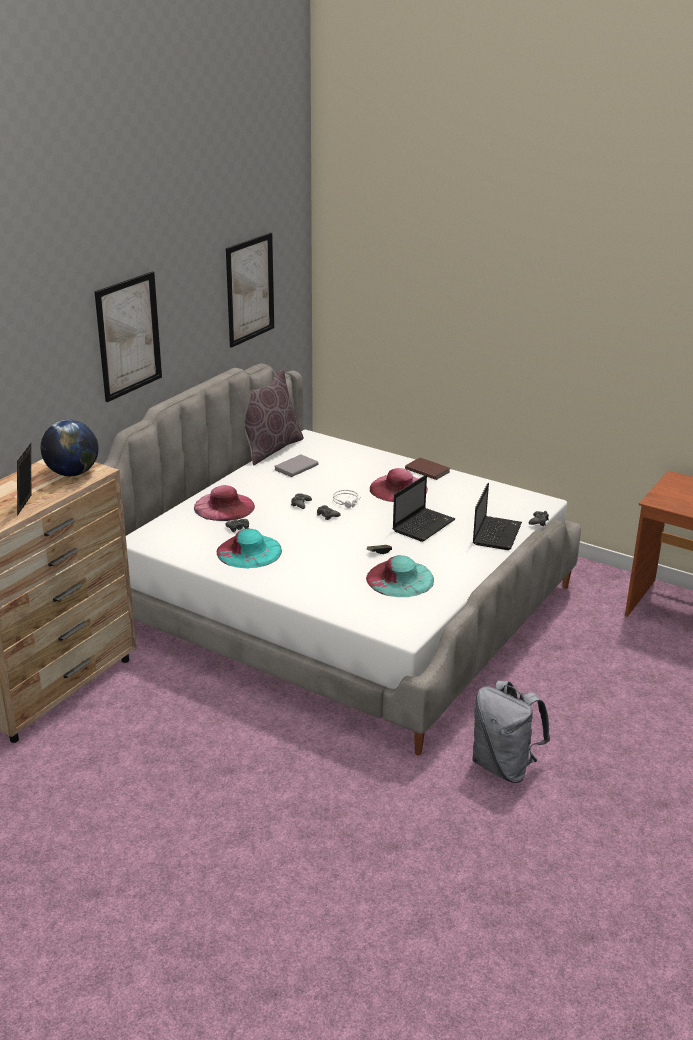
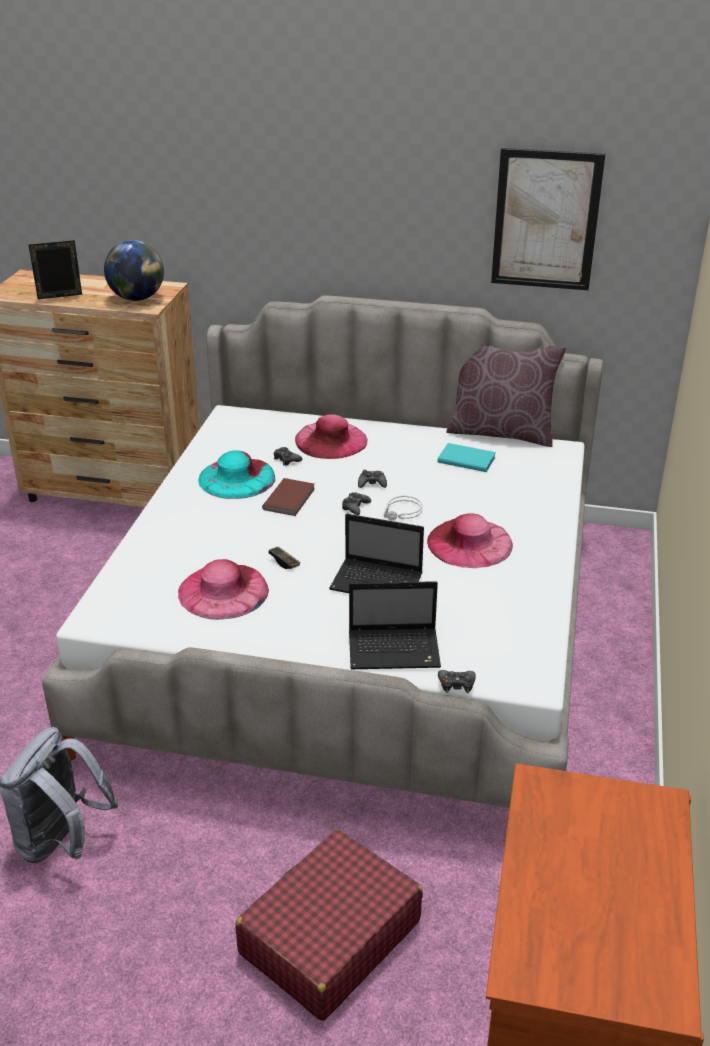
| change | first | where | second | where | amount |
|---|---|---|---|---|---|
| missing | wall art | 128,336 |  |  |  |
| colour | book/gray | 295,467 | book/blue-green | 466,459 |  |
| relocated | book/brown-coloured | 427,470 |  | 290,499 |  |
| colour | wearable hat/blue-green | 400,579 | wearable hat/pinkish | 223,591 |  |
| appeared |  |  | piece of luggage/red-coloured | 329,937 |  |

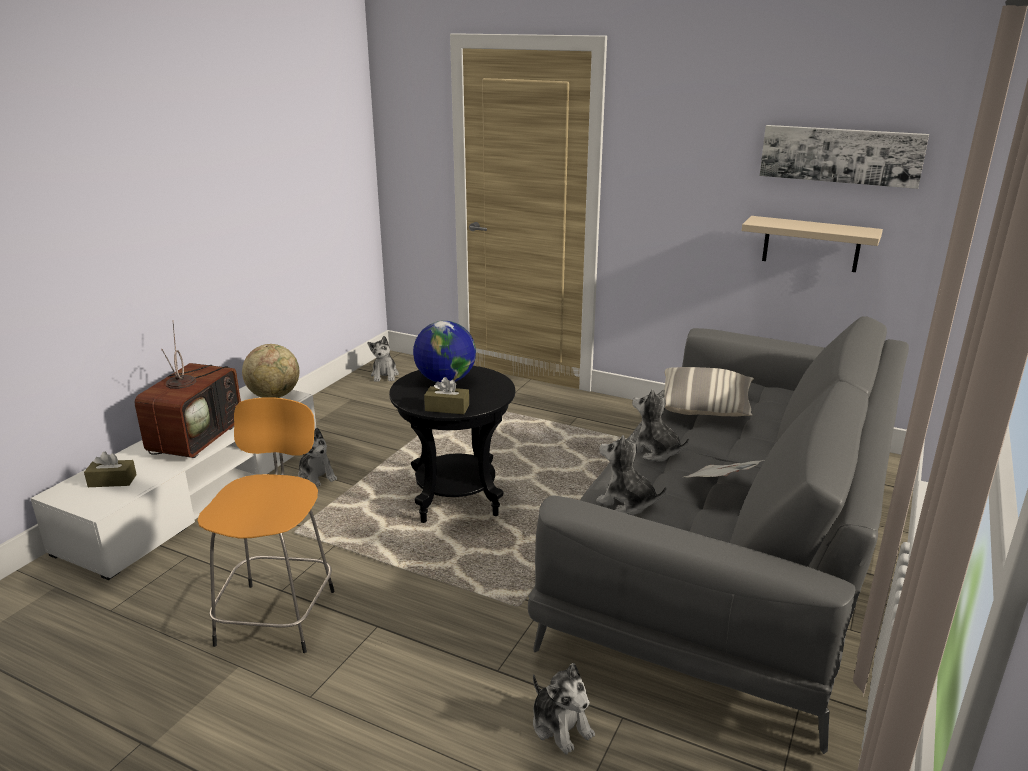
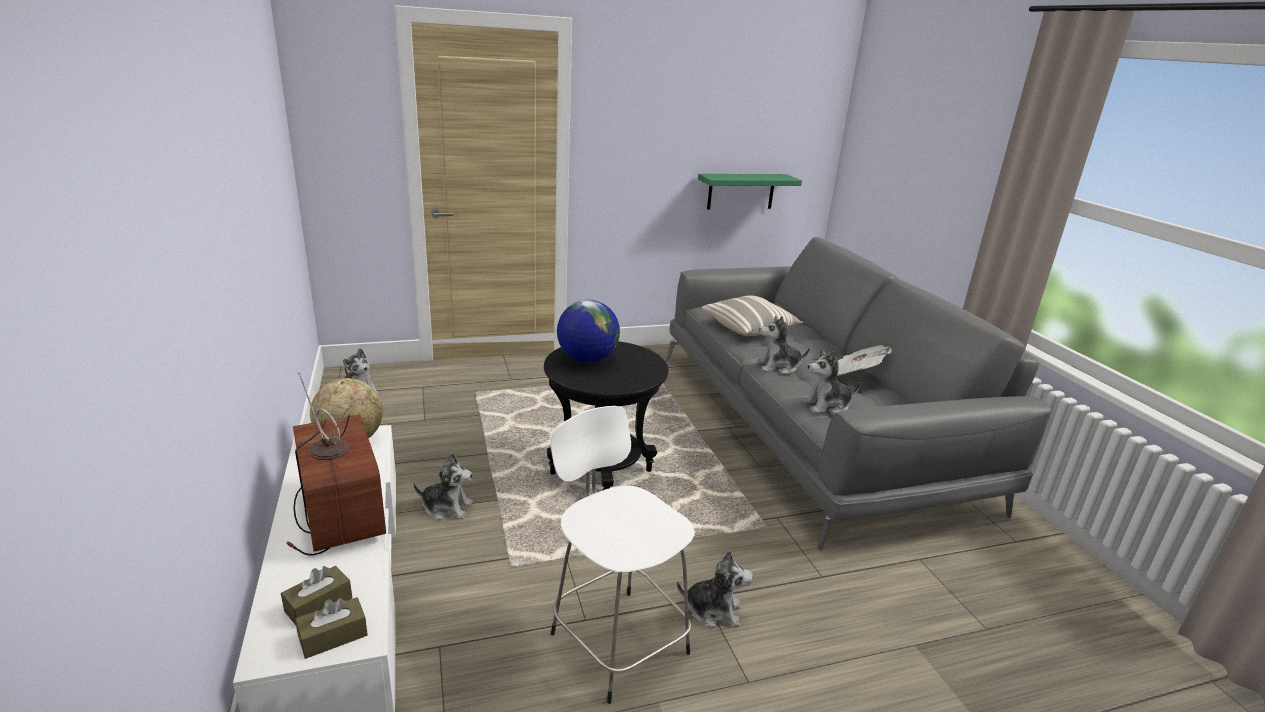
| change | first | where | second | where | amount |
|---|---|---|---|---|---|
| missing | wall art | 840,155 |  |  |  |
| colour | wall shelf/sand-coloured | 811,244 | wall shelf/green | 741,191 |  |
| relocated | tissue box/brown-coloured | 447,408 |  | 333,636 |  |
| colour | stool seat/orange | 278,614 | stool seat/white | 616,639 |  |
| relocated | plush toy | 561,726 |  | 713,610 |  |

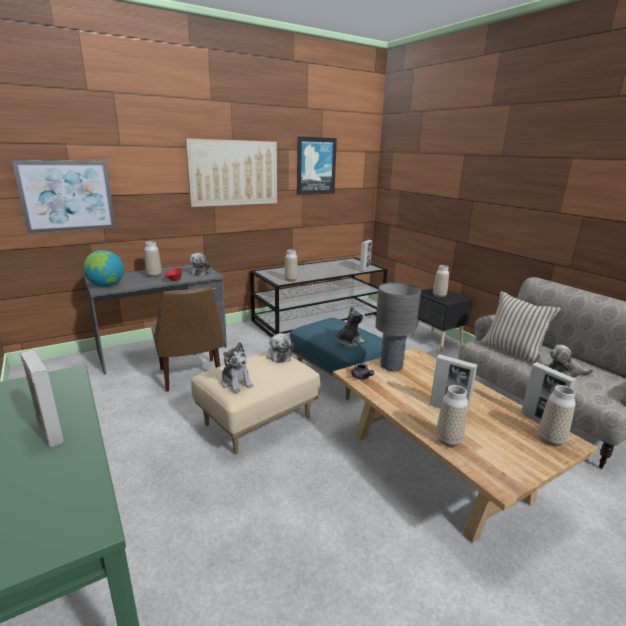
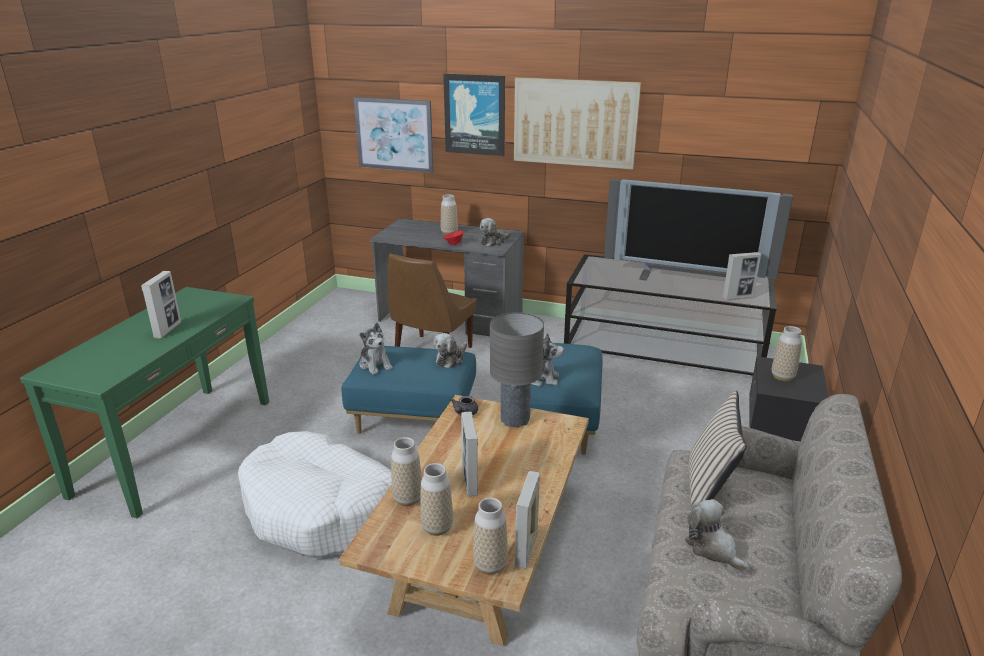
| change | first | where | second | where | amount |
|---|---|---|---|---|---|
| relocated | wall art | 315,166 |  | 475,114 |  |
| missing | desk globe | 106,286 |  |  |  |
| relocated | vase | 291,280 |  | 437,527 |  |
| spun | plush toy | 236,383 |  | 375,365 | 45 degrees counterclockwise |
| colour | footrest/sand-coloured | 258,420 | footrest/blue | 414,419 |  |
| appeared |  |  | television | 687,279 |  |
| appeared |  |  | pet bed/white | 322,509 |  |

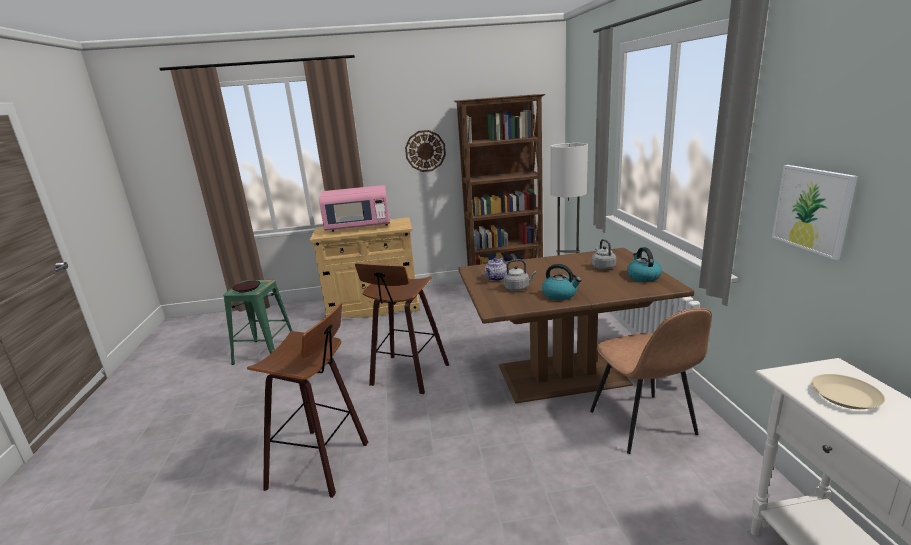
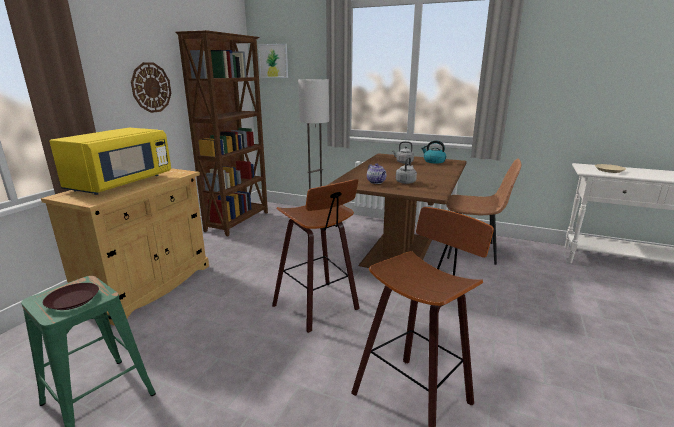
| change | first | where | second | where | amount |
|---|---|---|---|---|---|
| relocated | wall art | 812,209 |  | 273,61 |  |
| colour | kitchen microwave/pinkish | 358,227 | kitchen microwave/yellow | 120,184 |  |
| missing | water kettle | 560,295 |  |  |  |

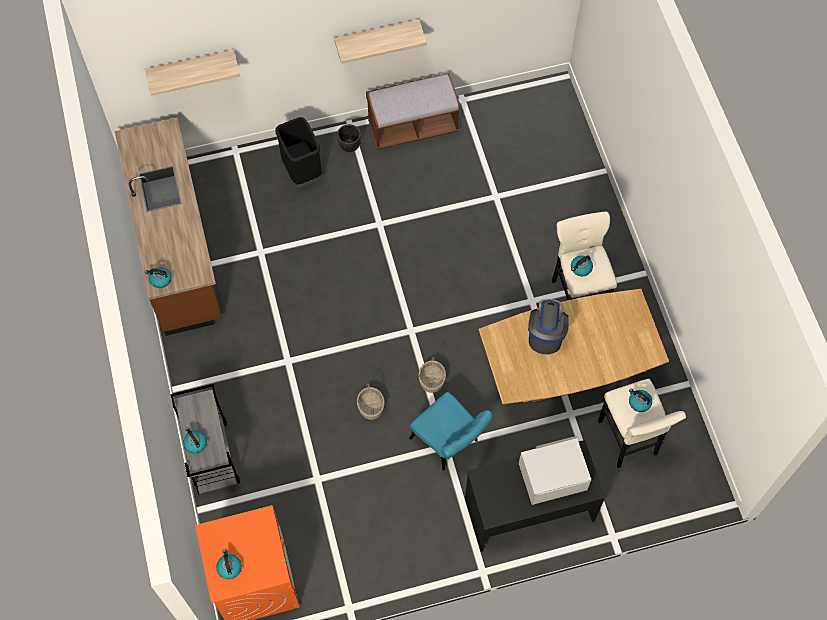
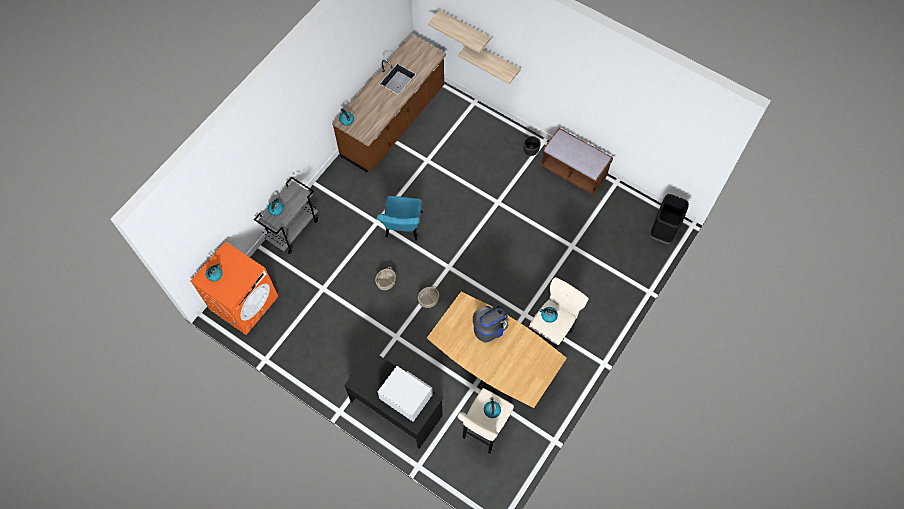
| change | first | where | second | where | amount |
|---|---|---|---|---|---|
| relocated | wall shelf | 376,36 |  | 494,59 |  |
| relocated | waste bin/black | 302,172 |  | 662,231 |  |
| relocated | plain chair/blue-green | 449,443 |  | 403,229 |  |

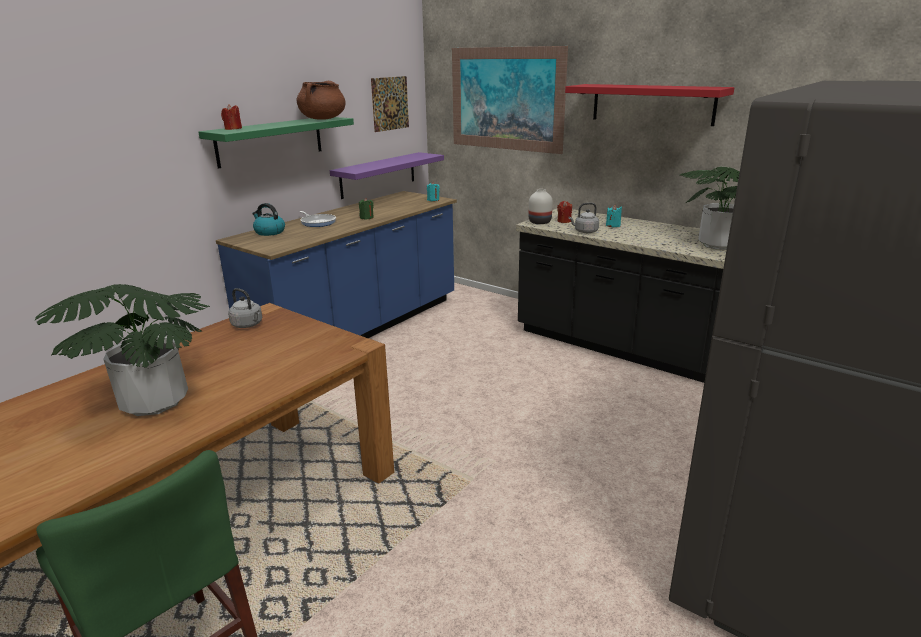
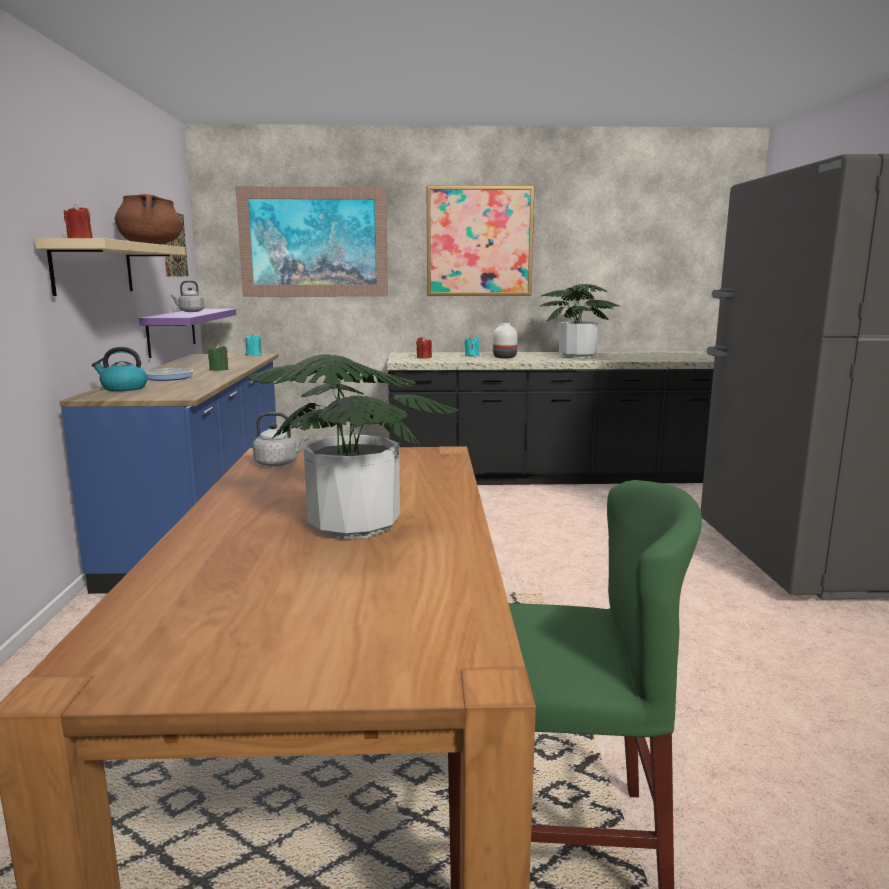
| change | first | where | second | where | amount |
|---|---|---|---|---|---|
| exchanged | wall shelf/red-coloured | 652,104 | wall art | 479,242 |  |
| colour | wall shelf/green | 270,141 | wall shelf/sand-coloured | 93,268 |  |
| relocated | vase/white | 540,222 |  | 505,357 |  |
| relocated | water kettle/gray | 584,232 |  | 190,311 |  |

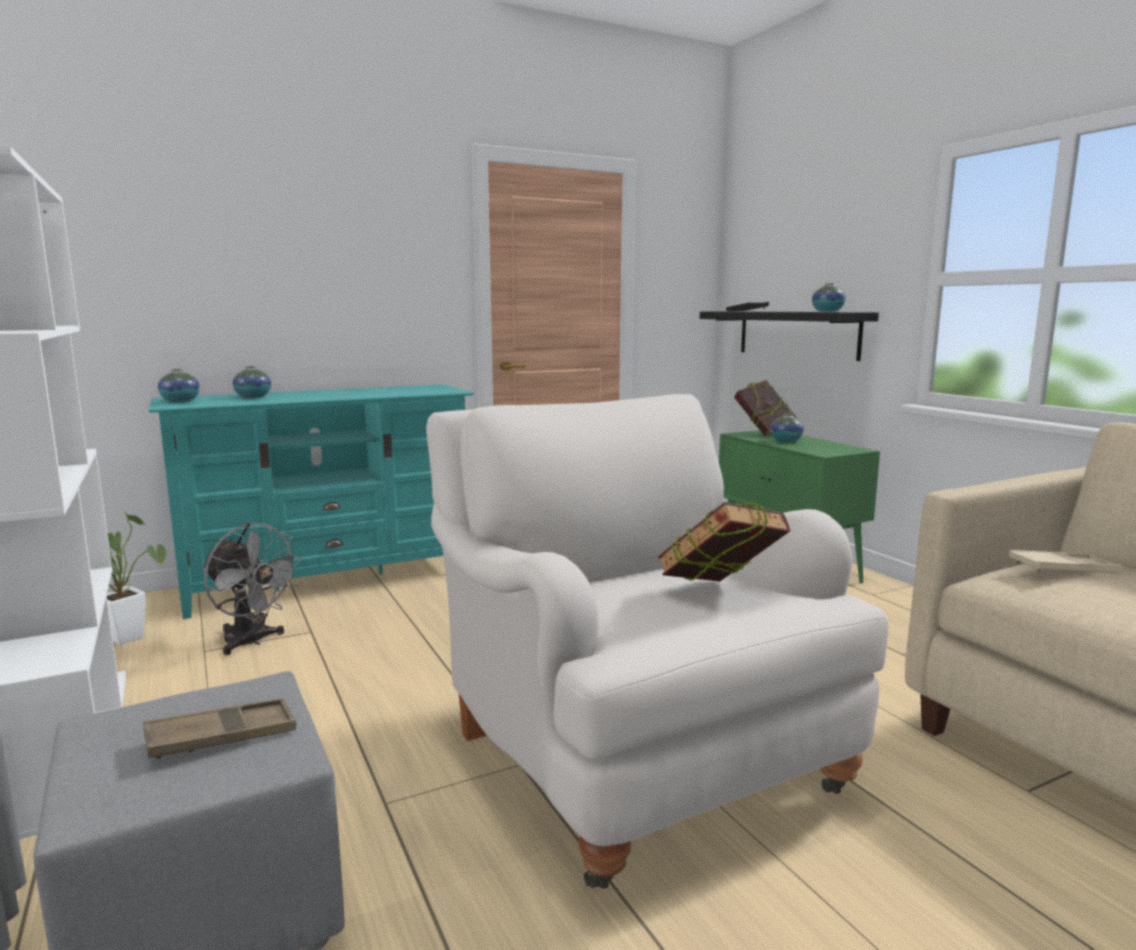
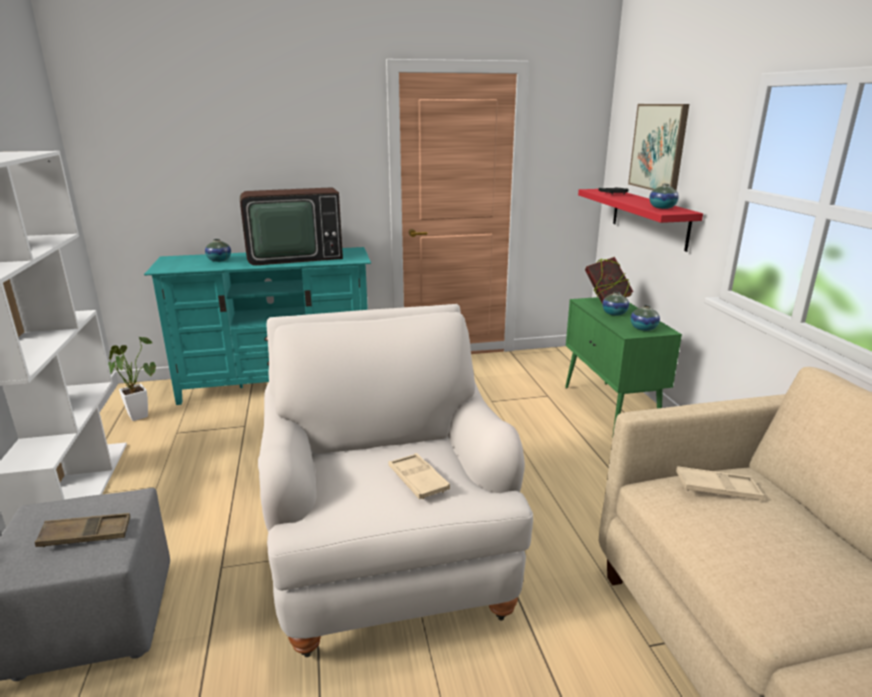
| change | first | where | second | where | amount |
|---|---|---|---|---|---|
| colour | wall shelf/black | 797,334 | wall shelf/red-coloured | 649,217 |  |
| relocated | vase | 180,401 |  | 643,328 |  |
| exchanged | book | 720,595 | serving tray/sand-coloured | 418,480 |  |
| missing | electric fan/gray | 252,642 |  |  |  |
| appeared |  |  | wall art | 658,147 |  |
| appeared |  |  | television | 292,256 |  |

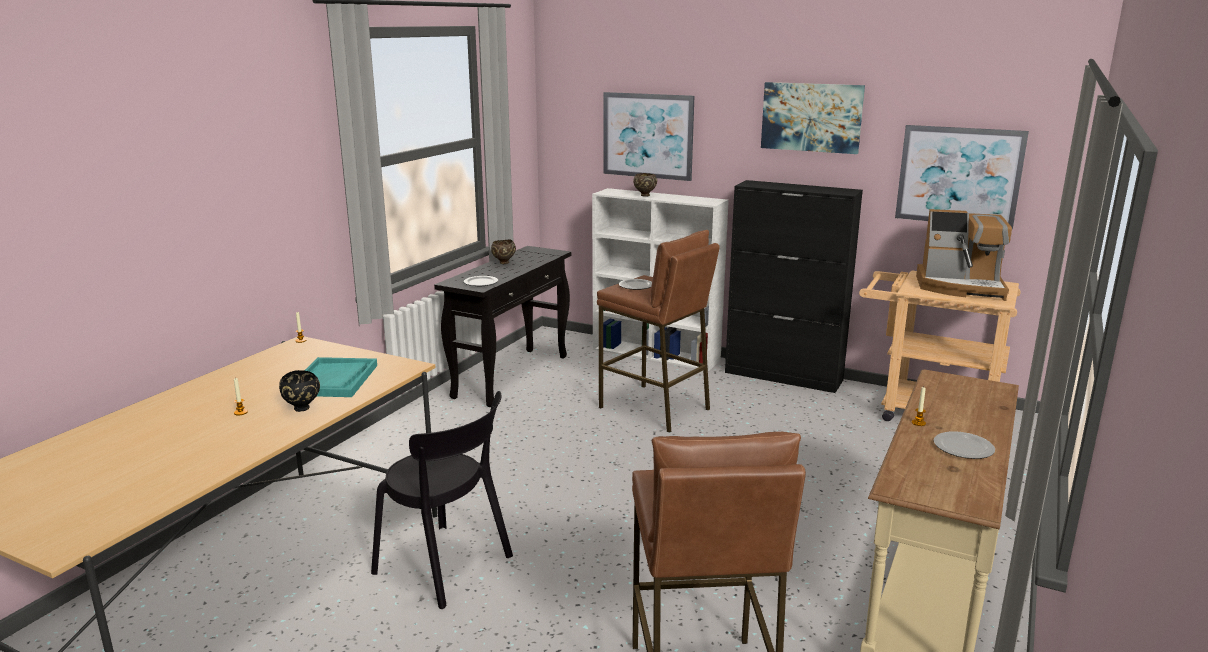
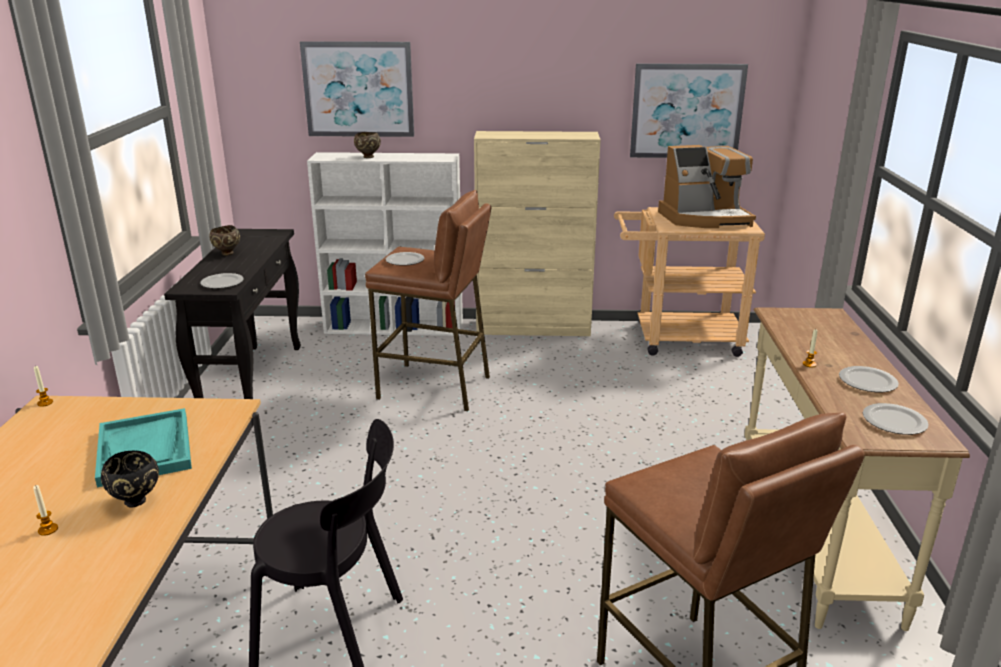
| change | first | where | second | where | amount |
|---|---|---|---|---|---|
| missing | wall art | 811,117 |  |  |  |
| colour | storage cabinet/black | 784,376 | storage cabinet/sand-coloured | 534,328 |  |
| appeared |  |  | plate | 895,422 |  |

